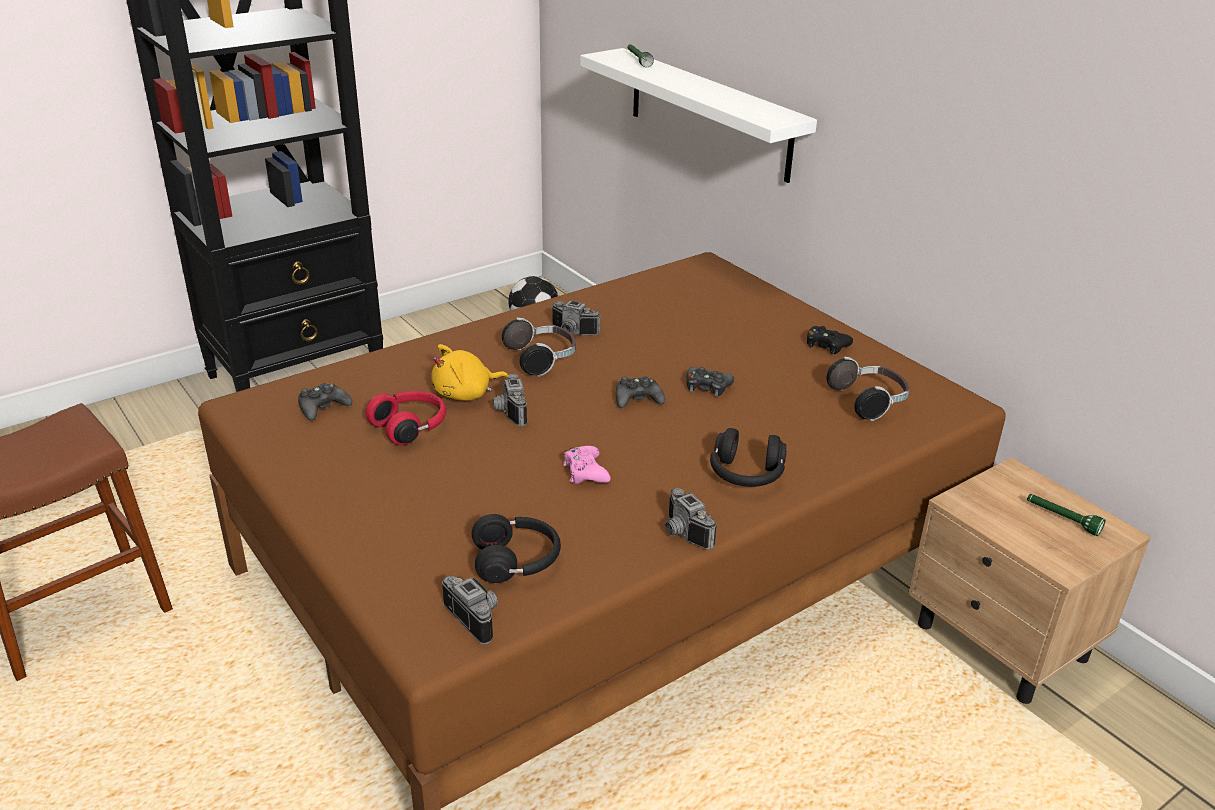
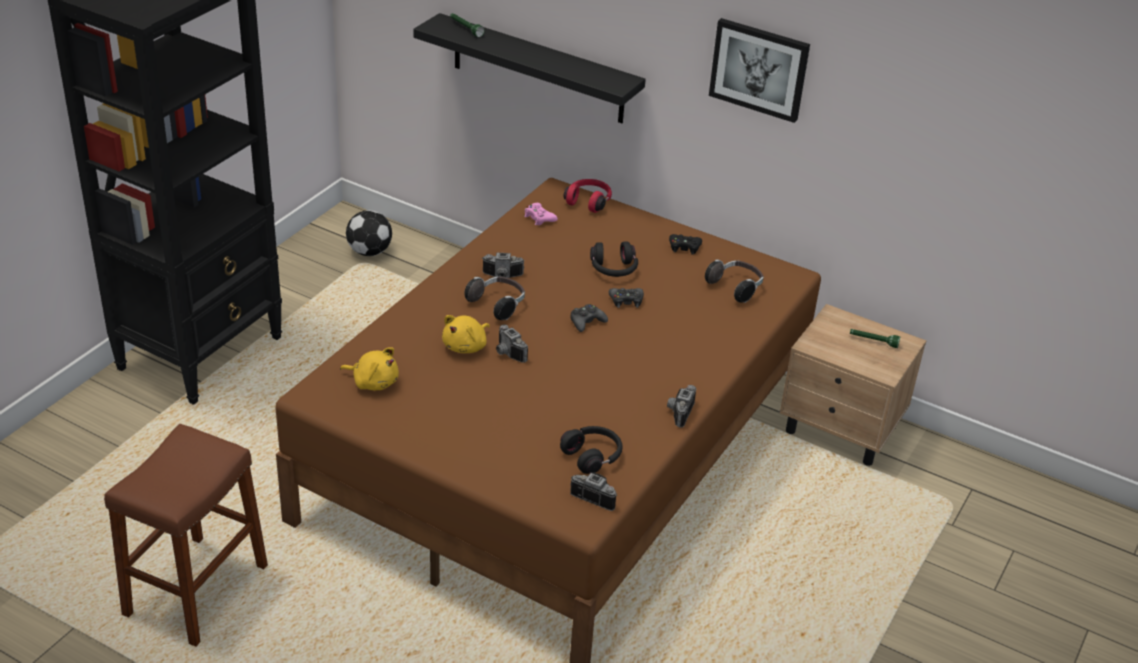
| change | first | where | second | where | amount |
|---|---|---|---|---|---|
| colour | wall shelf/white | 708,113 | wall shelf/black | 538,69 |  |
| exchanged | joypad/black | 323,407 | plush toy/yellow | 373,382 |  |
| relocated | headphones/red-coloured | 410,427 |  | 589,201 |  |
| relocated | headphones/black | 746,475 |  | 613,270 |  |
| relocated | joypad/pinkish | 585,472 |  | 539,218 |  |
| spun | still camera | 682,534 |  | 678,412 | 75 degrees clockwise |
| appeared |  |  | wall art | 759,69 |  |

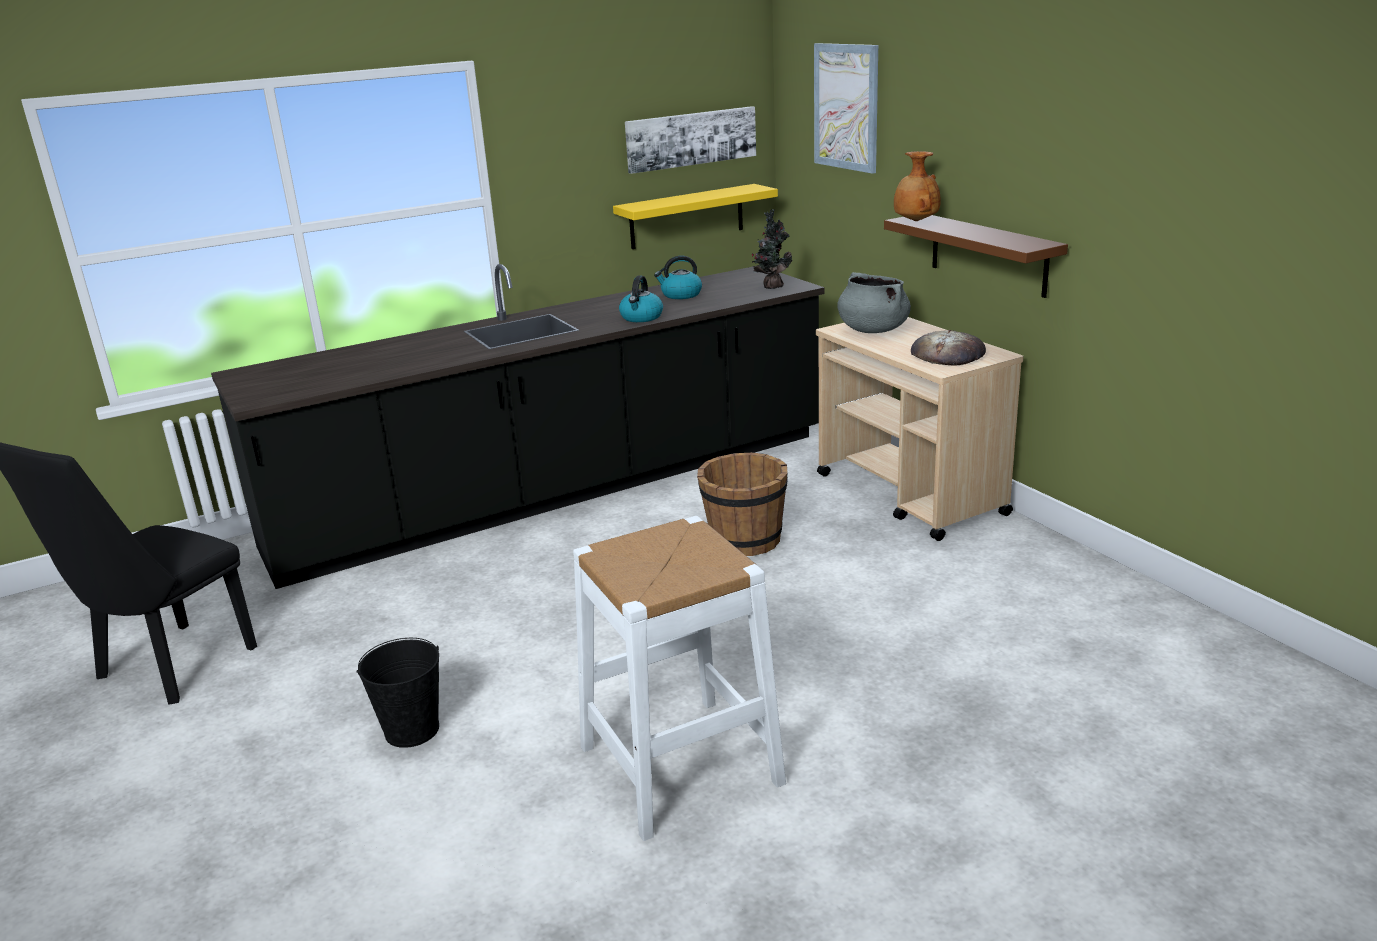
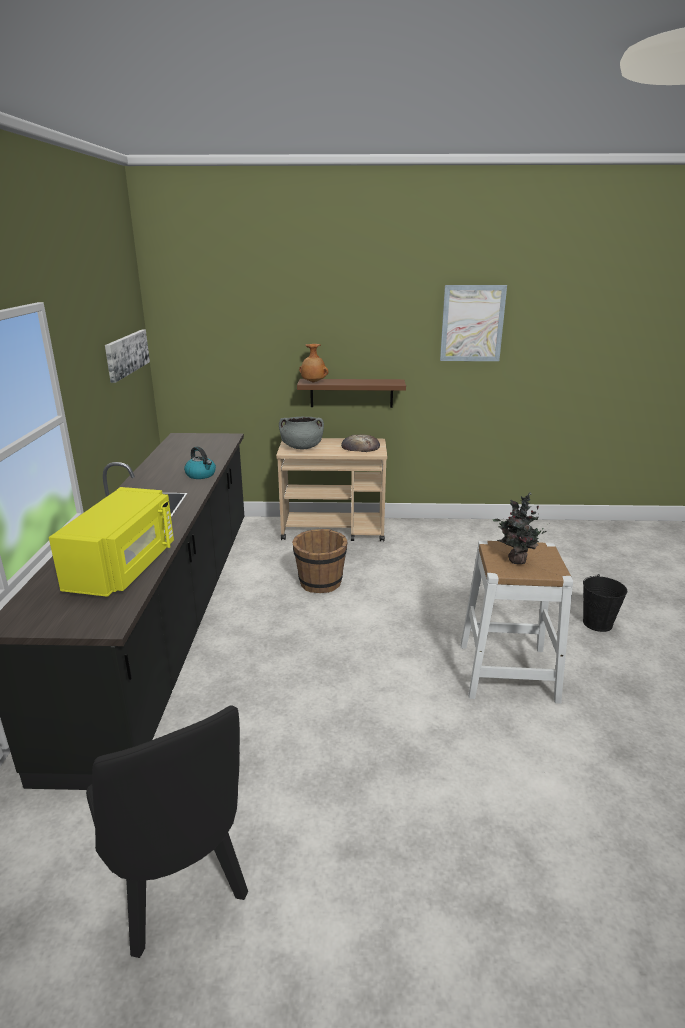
| change | first | where | second | where | amount |
|---|---|---|---|---|---|
| relocated | wall art | 846,107 |  | 472,323 |  |
| missing | wall shelf/yellow | 687,216 |  |  |  |
| relocated | plant in a pot | 772,286 |  | 515,560 |  |
| missing | water kettle | 680,295 |  |  |  |
| relocated | bucket/black | 412,730 |  | 597,623 |  |
| appeared |  |  | kitchen microwave/yellow | 124,567 |  |

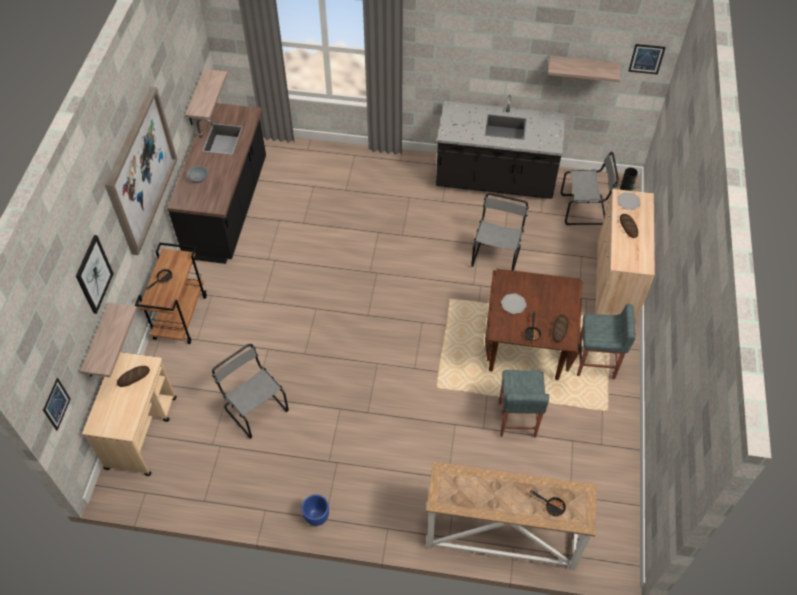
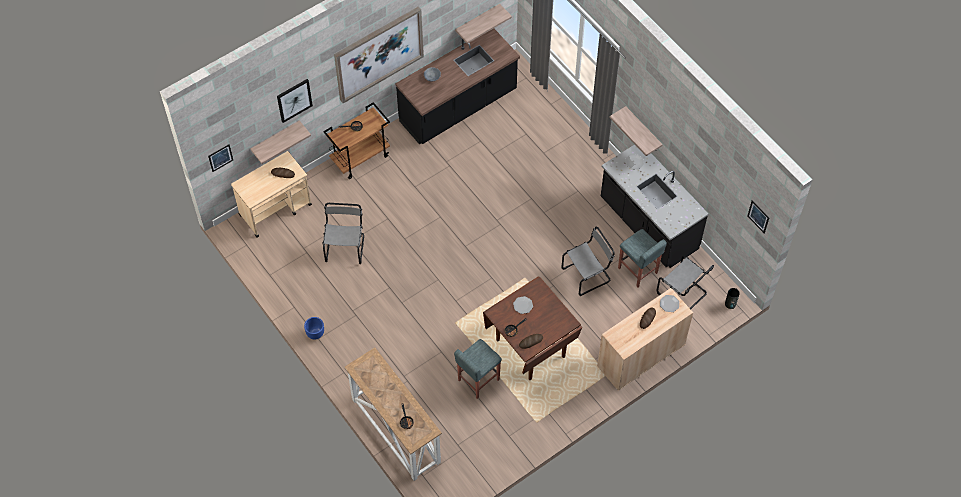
| change | first | where | second | where | amount |
|---|---|---|---|---|---|
| relocated | wall shelf | 583,67 |  | 643,130 |  |
| relocated | stool seat/gray | 596,363 |  | 638,271 |  |

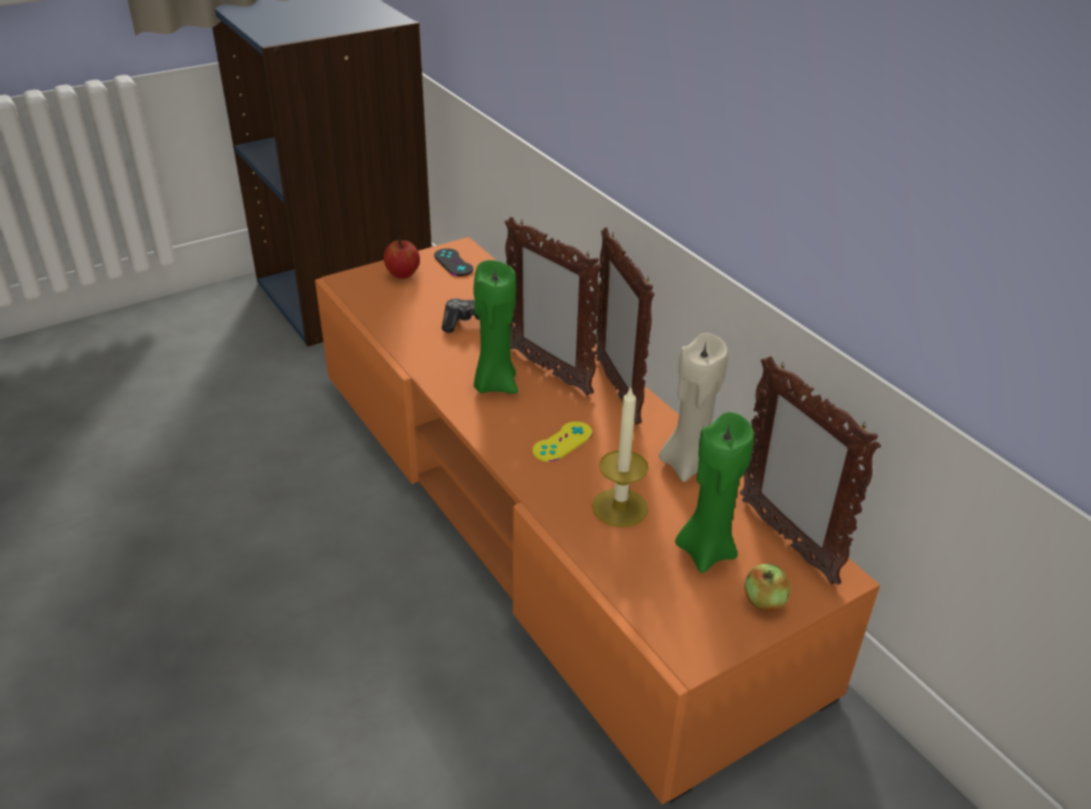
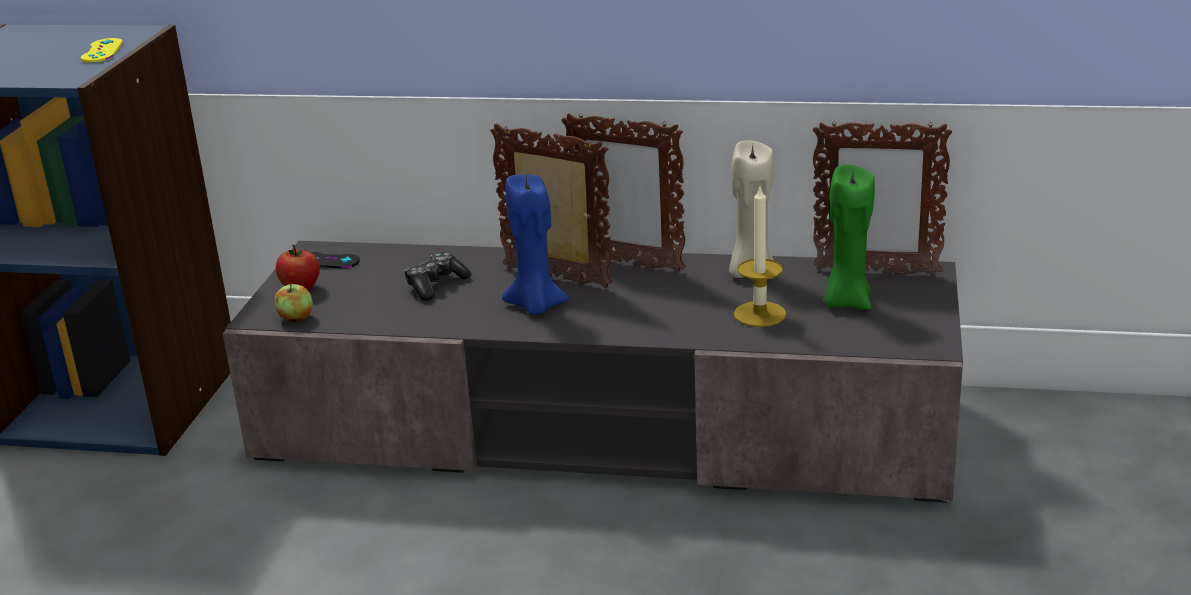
| change | first | where | second | where | amount |
|---|---|---|---|---|---|
| spun | photo frame | 548,370 |  | 557,279 | 150 degrees counterclockwise |
| colour | tv stand/orange | 542,515 | tv stand/gray | 603,429 |  |
| colour | wax light/green | 494,384 | wax light/blue | 536,306 |  |
| relocated | joypad/yellow | 562,442 |  | 102,51 |  |
| relocated | apple fruit | 764,602 |  | 296,318 |  |

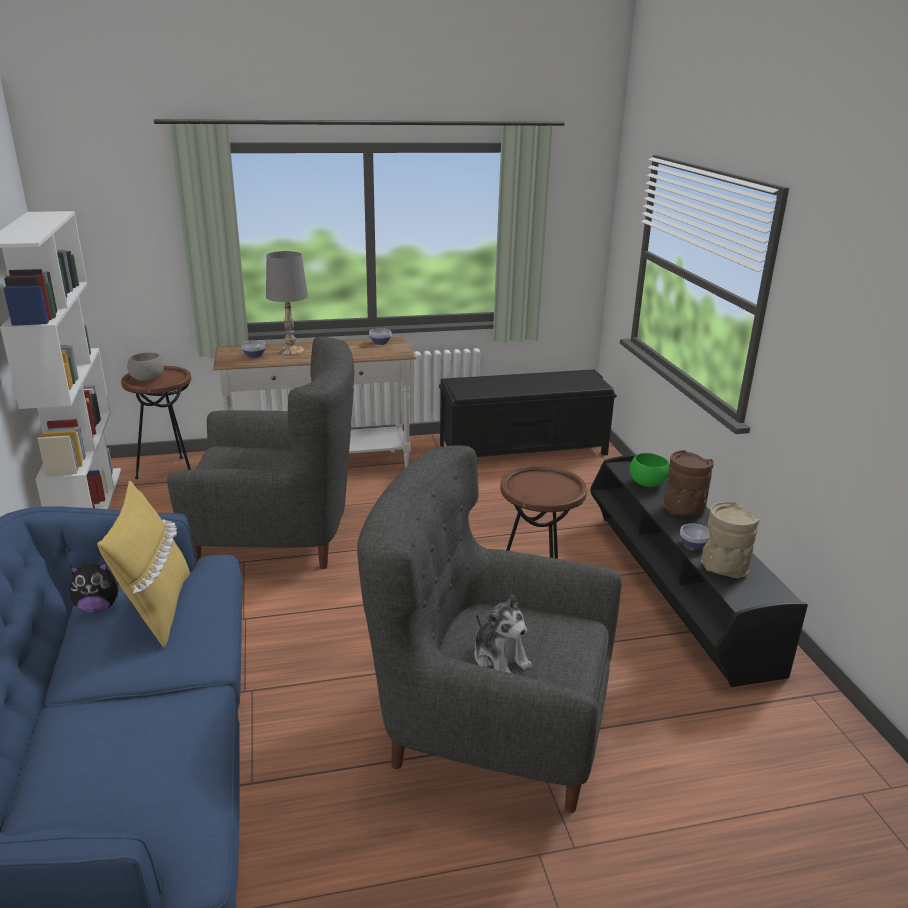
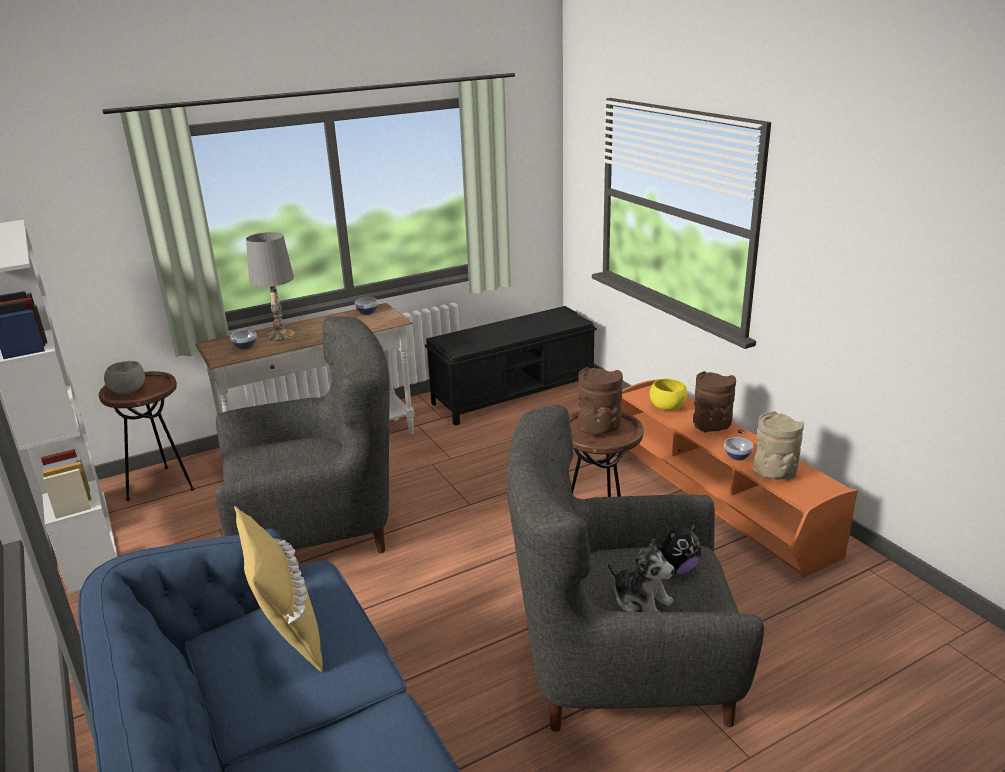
| change | first | where | second | where | amount |
|---|---|---|---|---|---|
| colour | bowl/green | 647,483 | bowl/yellow | 667,407 |  |
| colour | tv stand/black | 674,589 | tv stand/orange | 713,500 |  |
| relocated | plush toy | 98,607 |  | 677,568 |  |
| appeared |  |  | vase/brown-coloured | 598,429 |  |

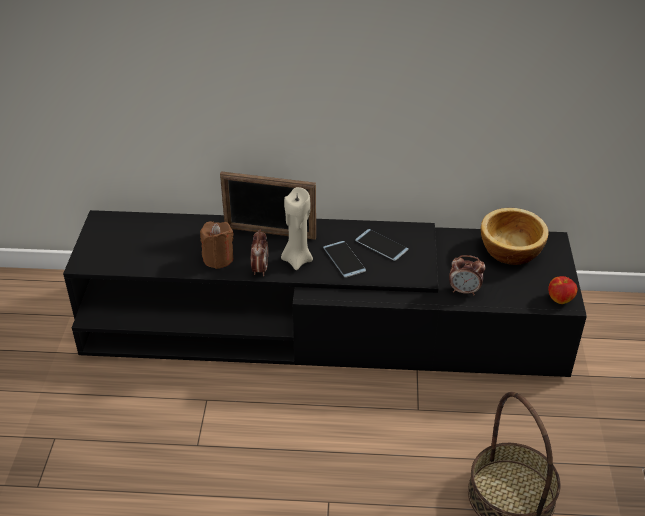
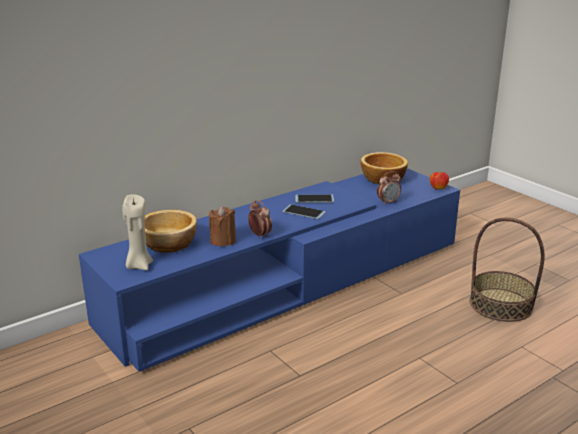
| change | first | where | second | where | amount |
|---|---|---|---|---|---|
| missing | photo frame | 270,233 |  |  |  |
| relocated | wax light/sand-coloured | 297,259 |  | 139,265 |  |
| colour | tv stand/black | 322,326 | tv stand/blue | 288,281 |  |
| appeared |  |  | bowl | 170,244 |  |

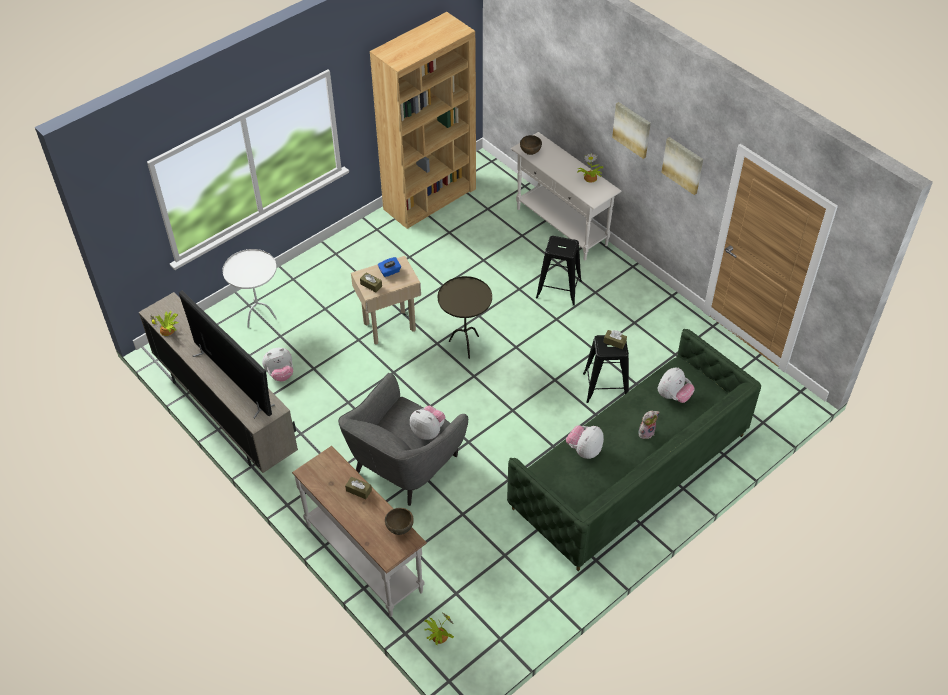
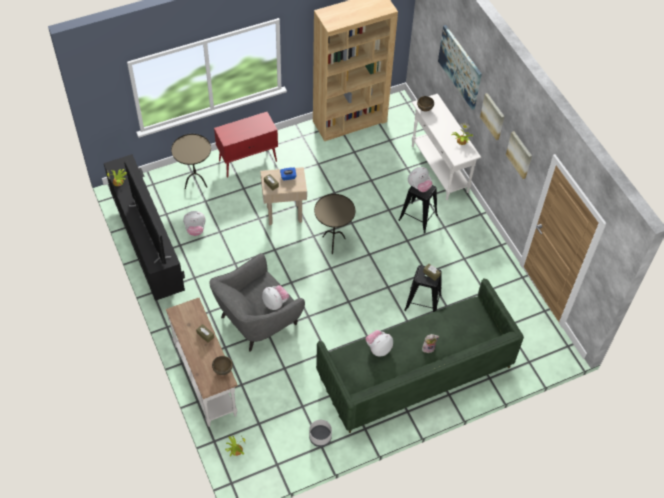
| change | first | where | second | where | amount |
|---|---|---|---|---|---|
| colour | accent table/white | 259,317 | accent table/brown-coloured | 195,183 |  |
| colour | tv stand/sand-coloured | 225,413 | tv stand/black | 148,248 |  |
| relocated | plush toy | 673,396 |  | 419,186 |  |
| appeared |  |  | wall art | 460,67 |  |
| appeared |  |  | storage cabinet/red-coloured | 248,161 |  |
| appeared |  |  | plant pot/gray | 320,437 |  |

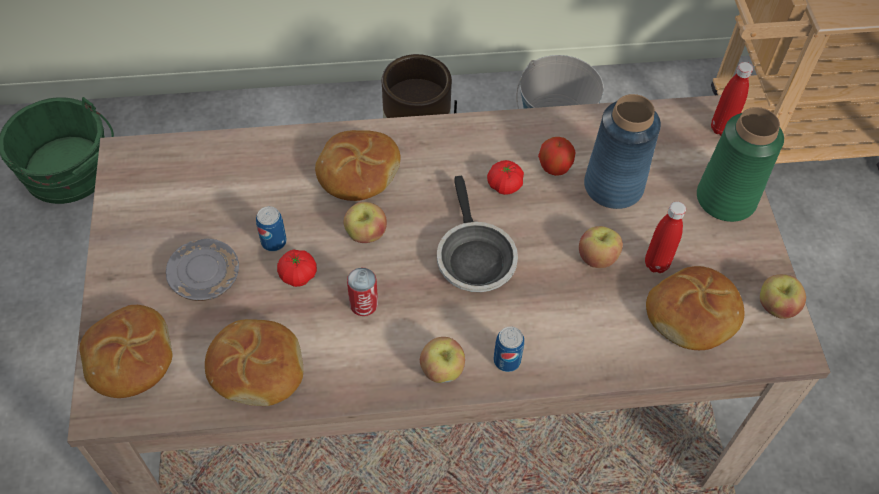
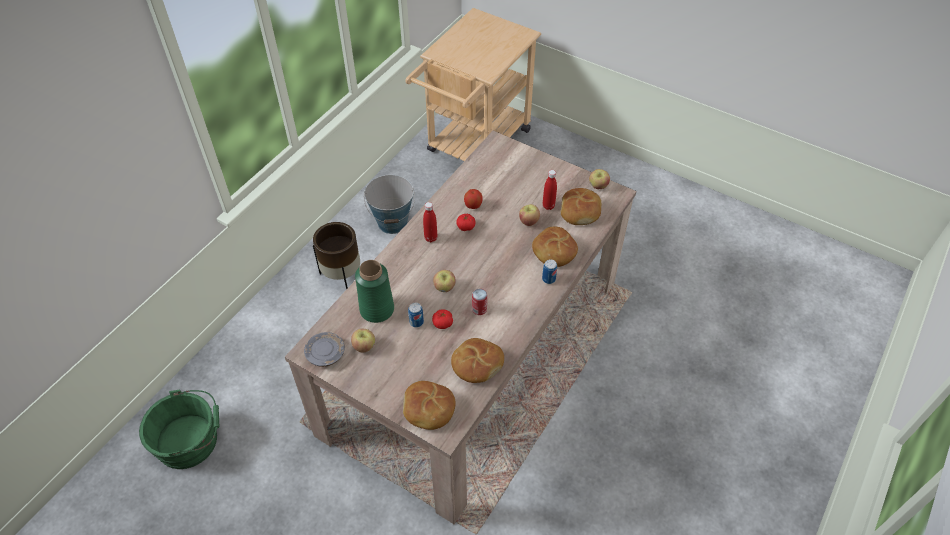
| change | first | where | second | where | amount |
|---|---|---|---|---|---|
| relocated | bottle/red-coloured | 721,128 |  | 431,238 |  |
| missing | vase/blue | 613,186 |  |  |  |
| relocated | vase/green | 725,199 |  | 376,309 |  |
| relocated | bread | 357,173 |  | 553,252 |  |
| missing | skillet | 473,258 |  |  |  |
| relocated | plate/gray | 205,277 |  | 325,353 |  |
| relocated | apple fruit | 442,370 |  | 364,346 |  |

